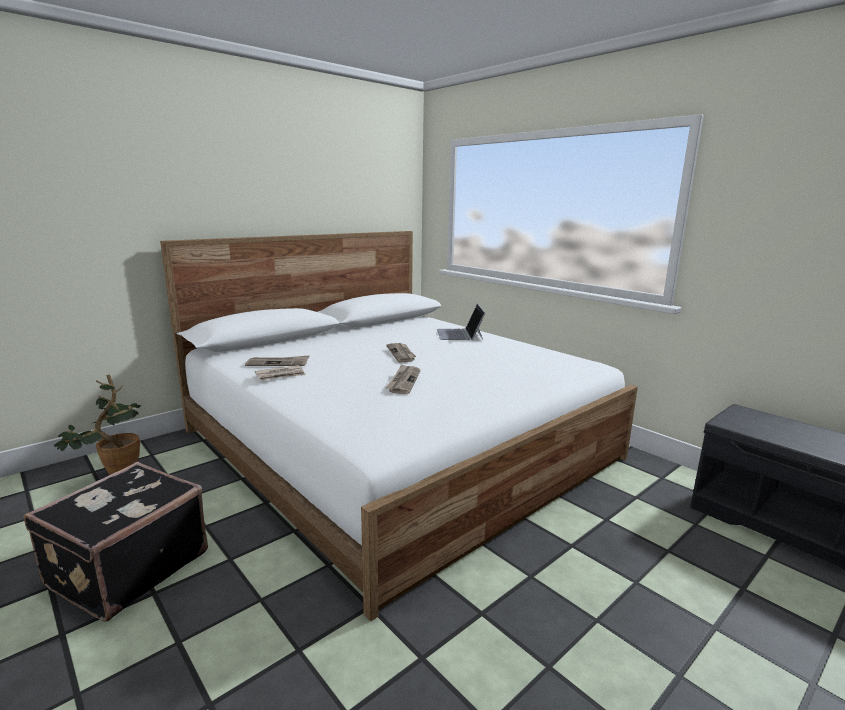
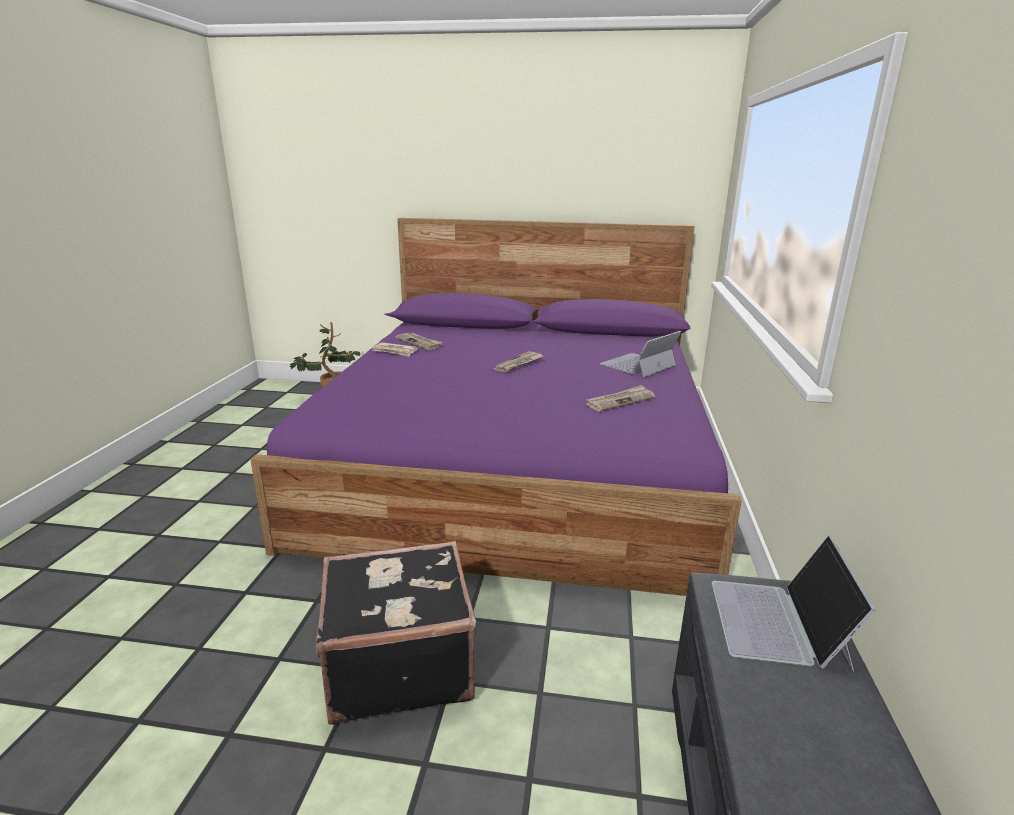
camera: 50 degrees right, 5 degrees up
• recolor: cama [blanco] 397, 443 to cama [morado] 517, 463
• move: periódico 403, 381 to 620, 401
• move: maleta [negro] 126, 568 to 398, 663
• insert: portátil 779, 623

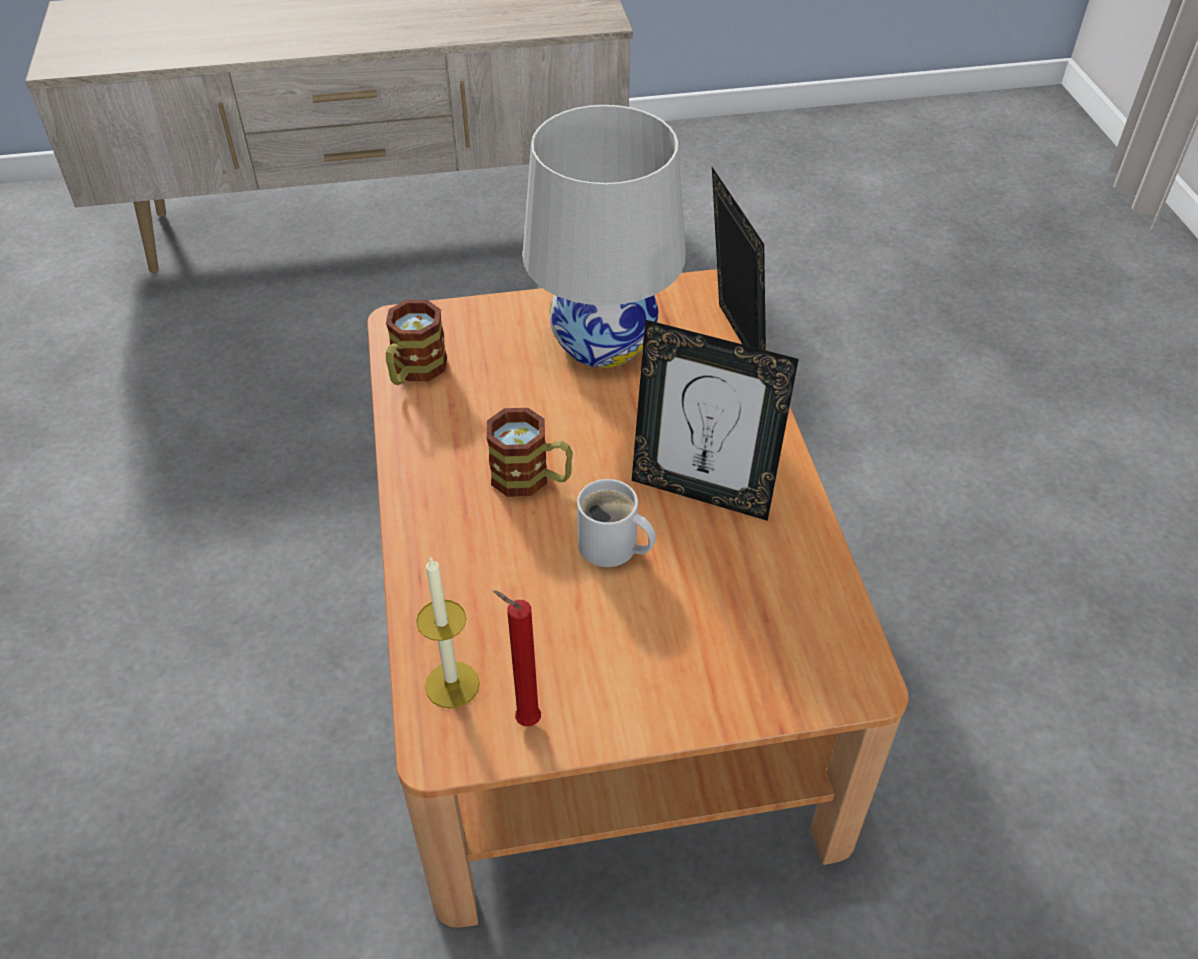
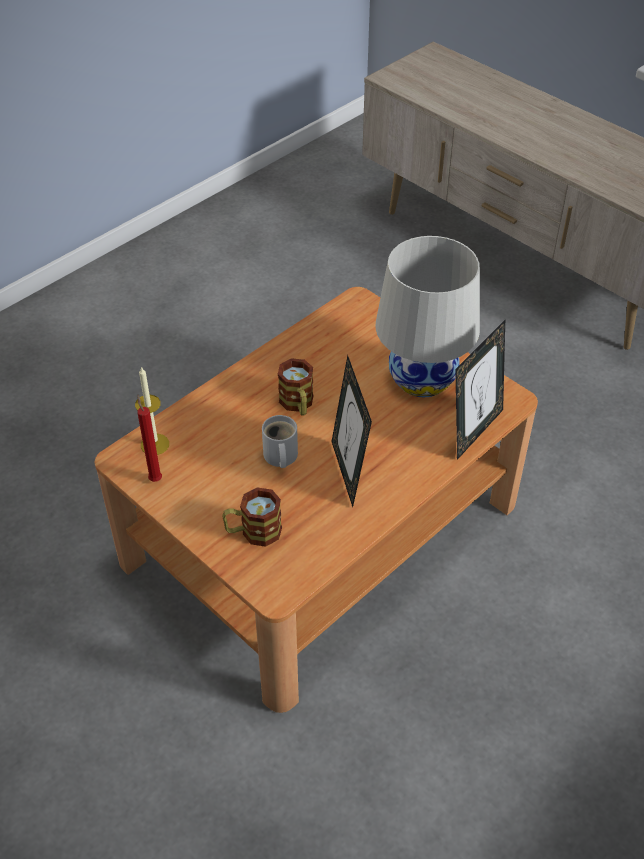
camera: 55 degrees right, 0 degrees up
• move: taza grande 414, 371 to 253, 532

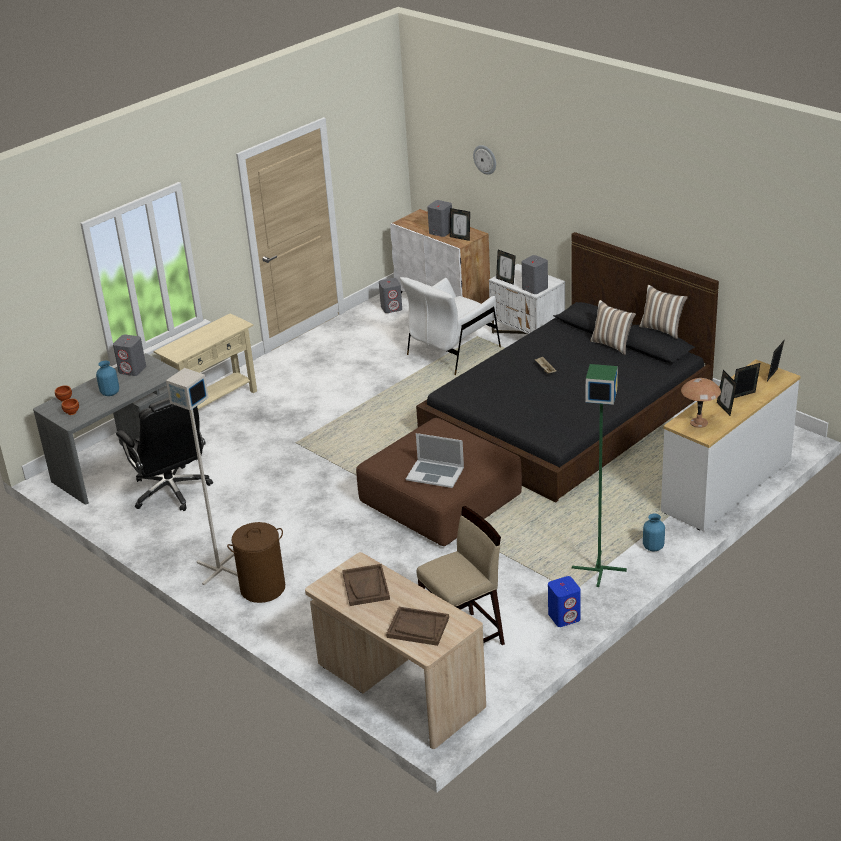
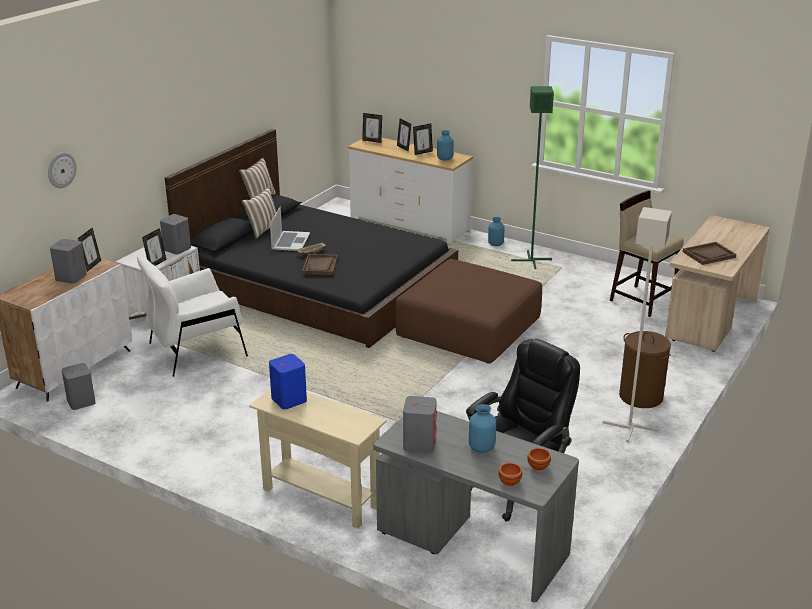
camera: 105 degrees left, 5 degrees down
• rotate: sillón [blanco] 453, 351 = 196, 350 120 degrees clockwise
• replace: lámpara de mesa [marrón] 698, 422 to florero [azul] 444, 159
• move: portátil 435, 473 to 290, 241
• move: altavoz [azul] 564, 616 to 288, 399
• move: bandeja [marrón] 417, 627 to 320, 266

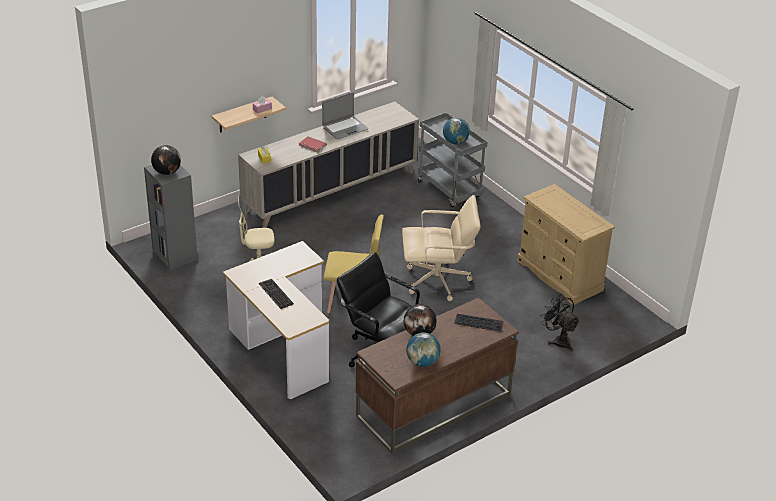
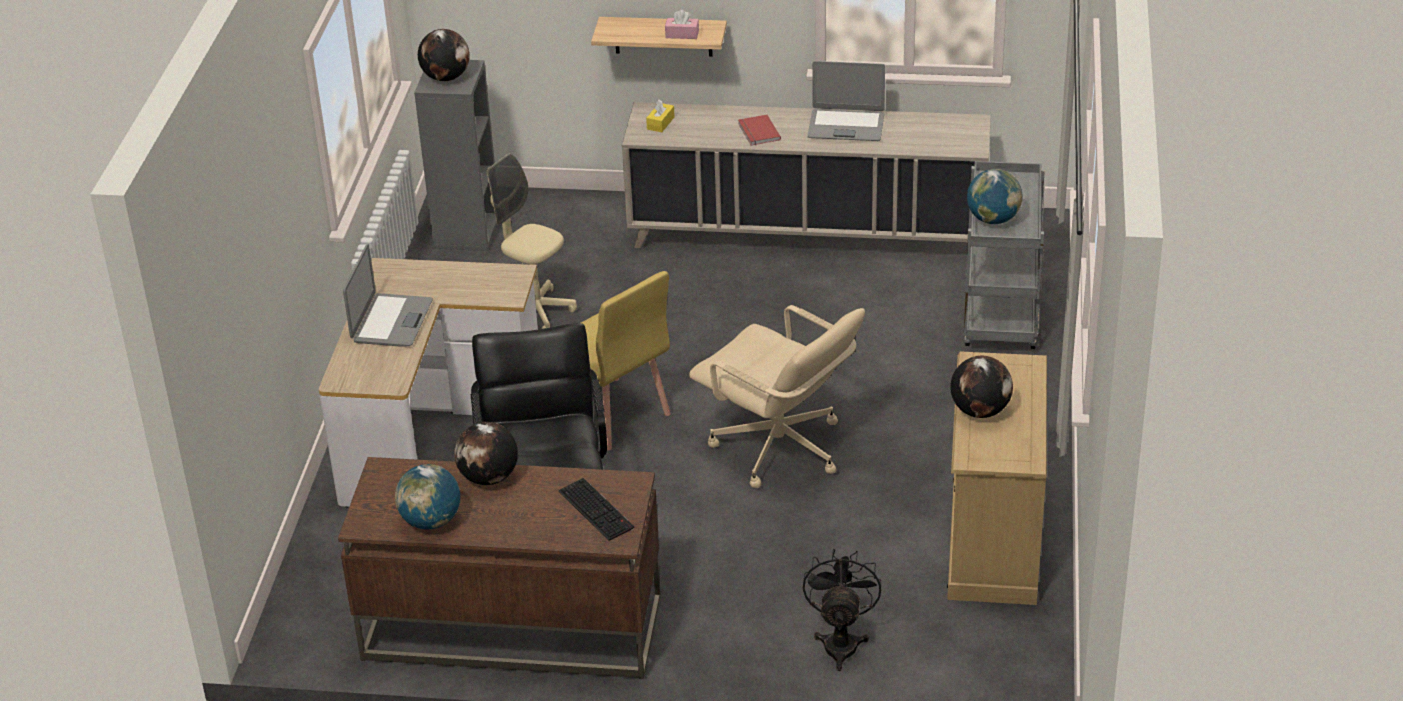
camera: 45 degrees right, 0 degrees up
• replace: teclado 275, 294 to portátil 391, 321
• insert: globo terráqueo 980, 411

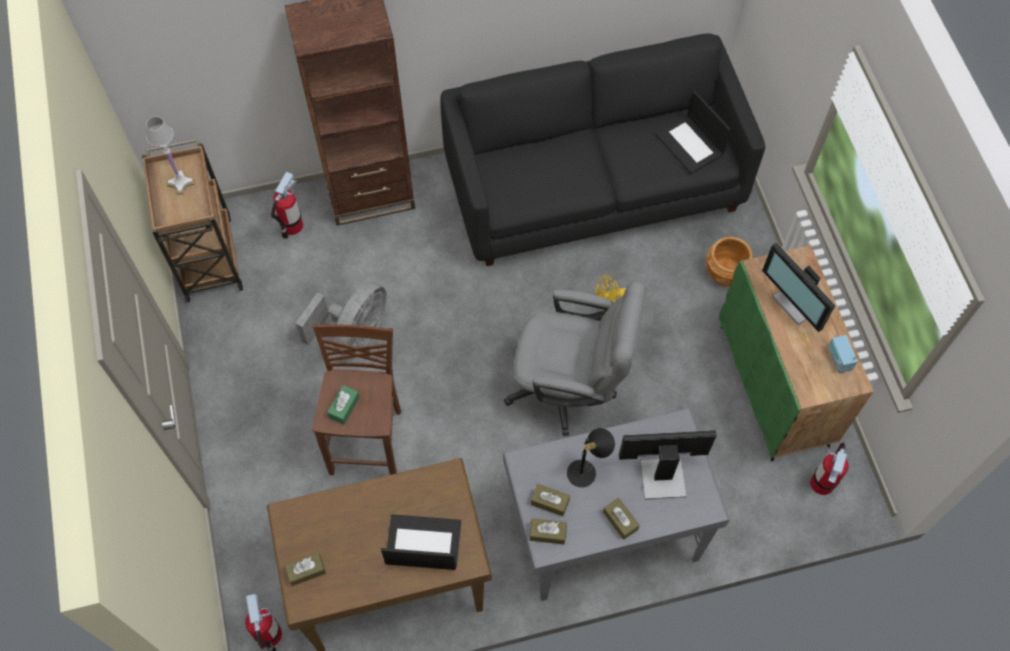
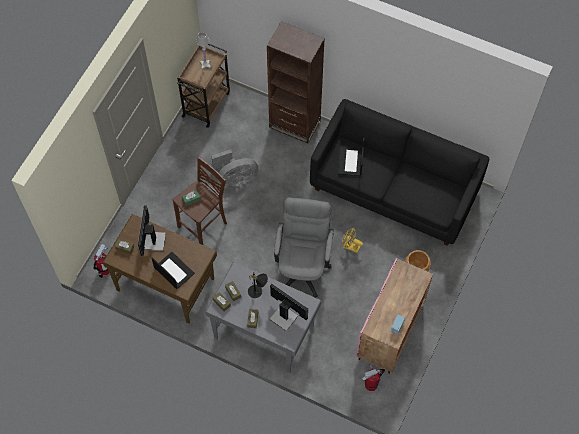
camera: 40 degrees right, 0 degrees up
• move: portátil 690, 144 to 351, 162
• delete: extintor 292, 226
• move: monitor 798, 302 to 153, 241
• recolor: armario [verde] 775, 386 to armario [rosa] 390, 331
• rotate: silla de oficina [gris] 570, 387 = 303, 266 135 degrees counterclockwise

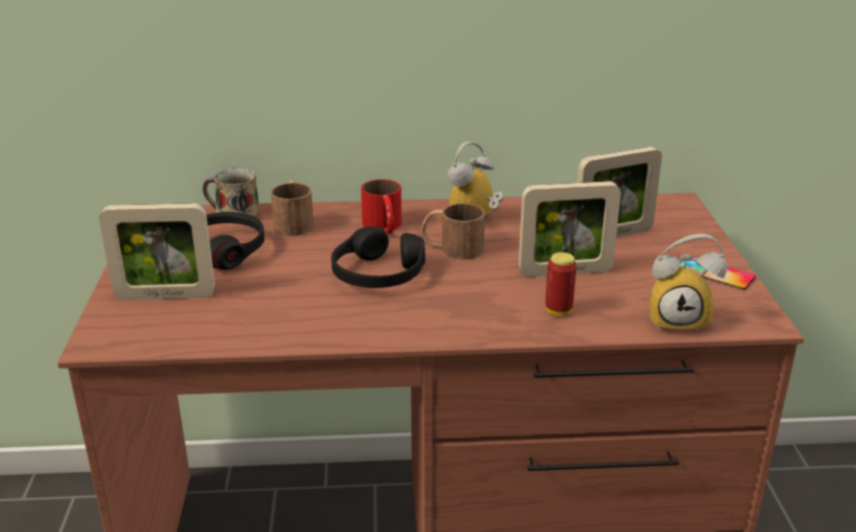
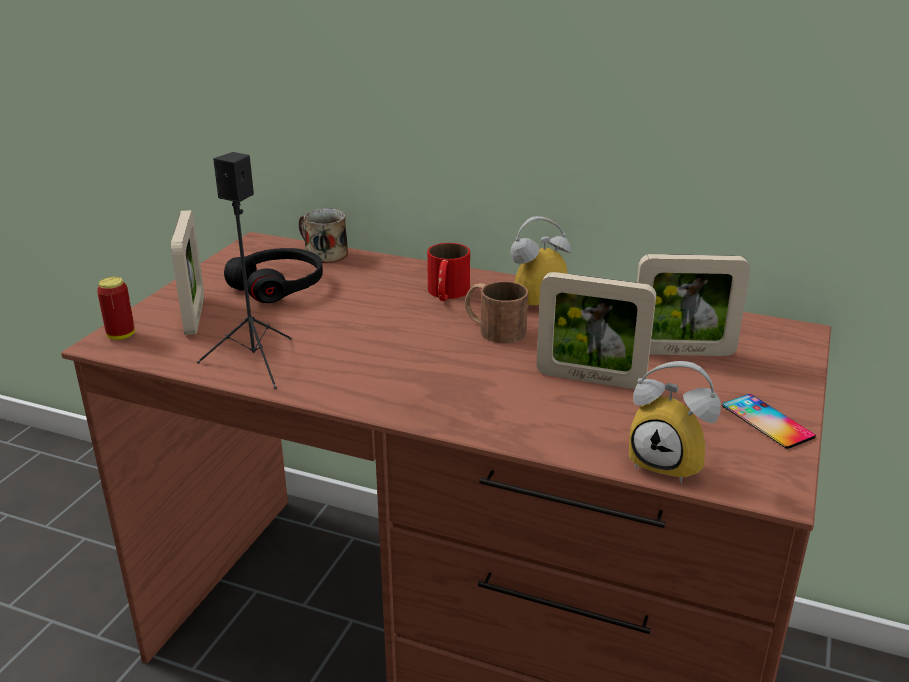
camera: 25 degrees right, 0 degrees up
• delete: taza grande [marrón] 294, 222
• rotate: portarretratos 165, 296 = 195, 315 120 degrees counterclockwise
• delete: auriculares [negro] 378, 274
• move: lata 558, 310 to 121, 335
• insert: altavoz [negro] 256, 362

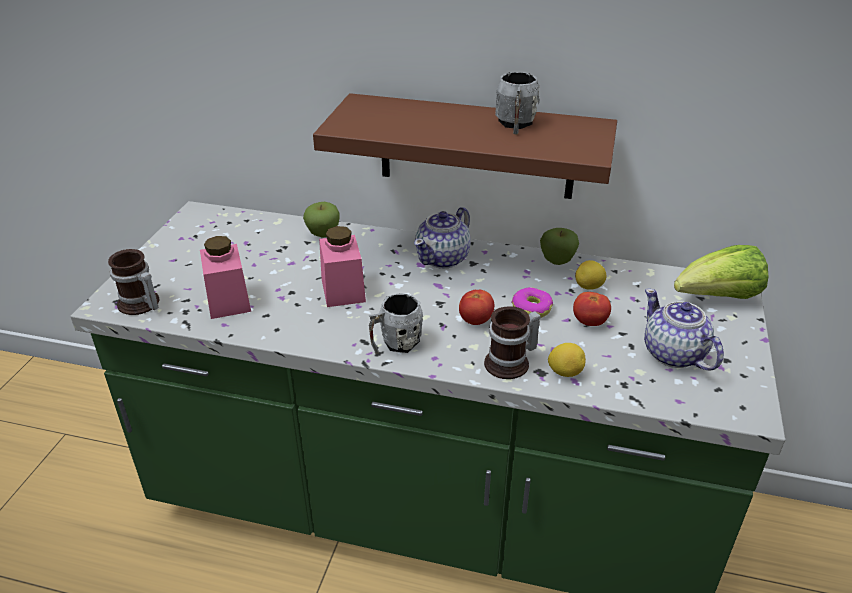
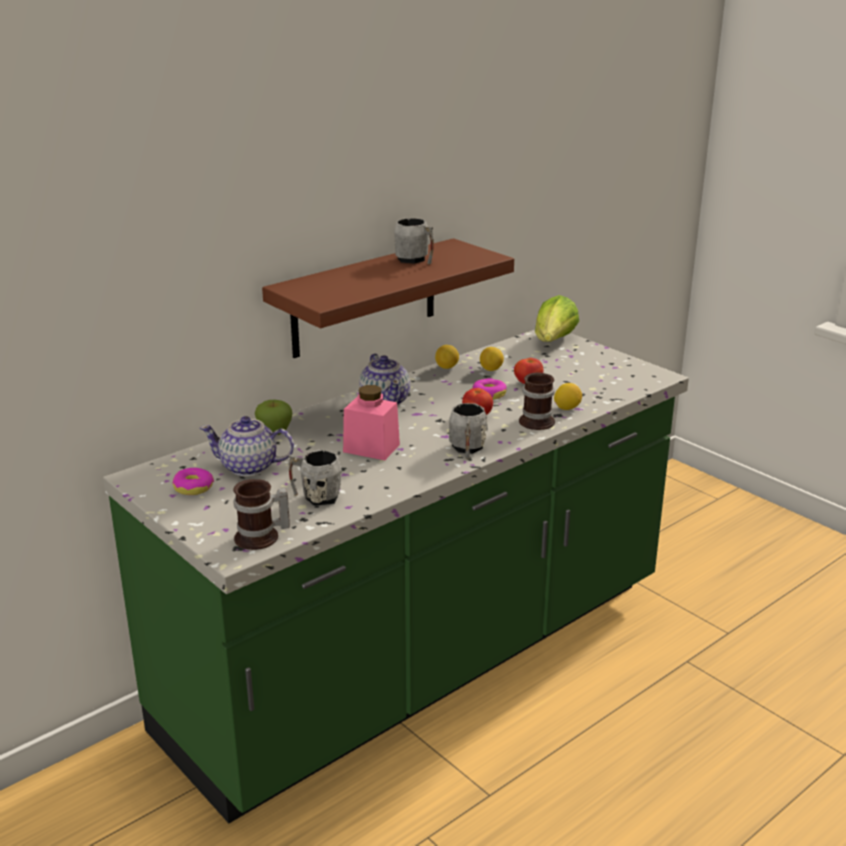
camera: 55 degrees left, 10 degrees down
• replace: manzana 557, 261 to limón 447, 368
• replace: tarro [rosa] 228, 301 to taza grande [gris] 316, 497
• move: tetera 673, 354 to 249, 467
• insert: rosquilla 193, 487

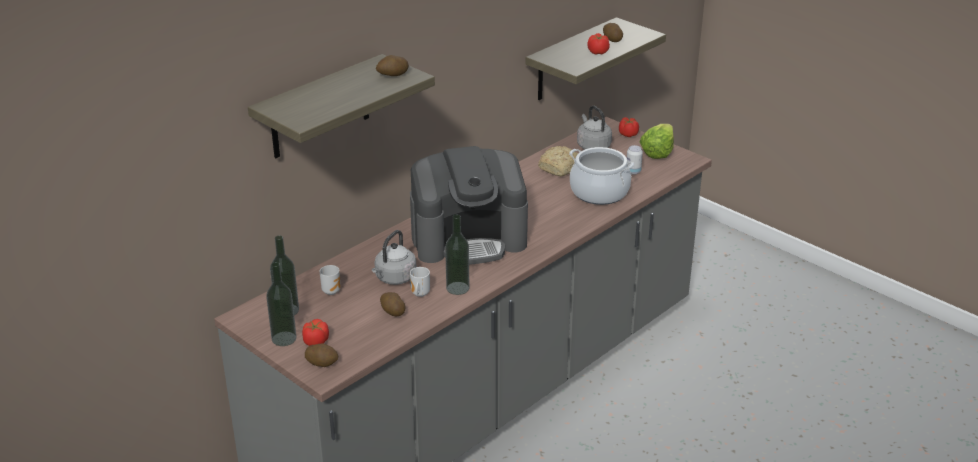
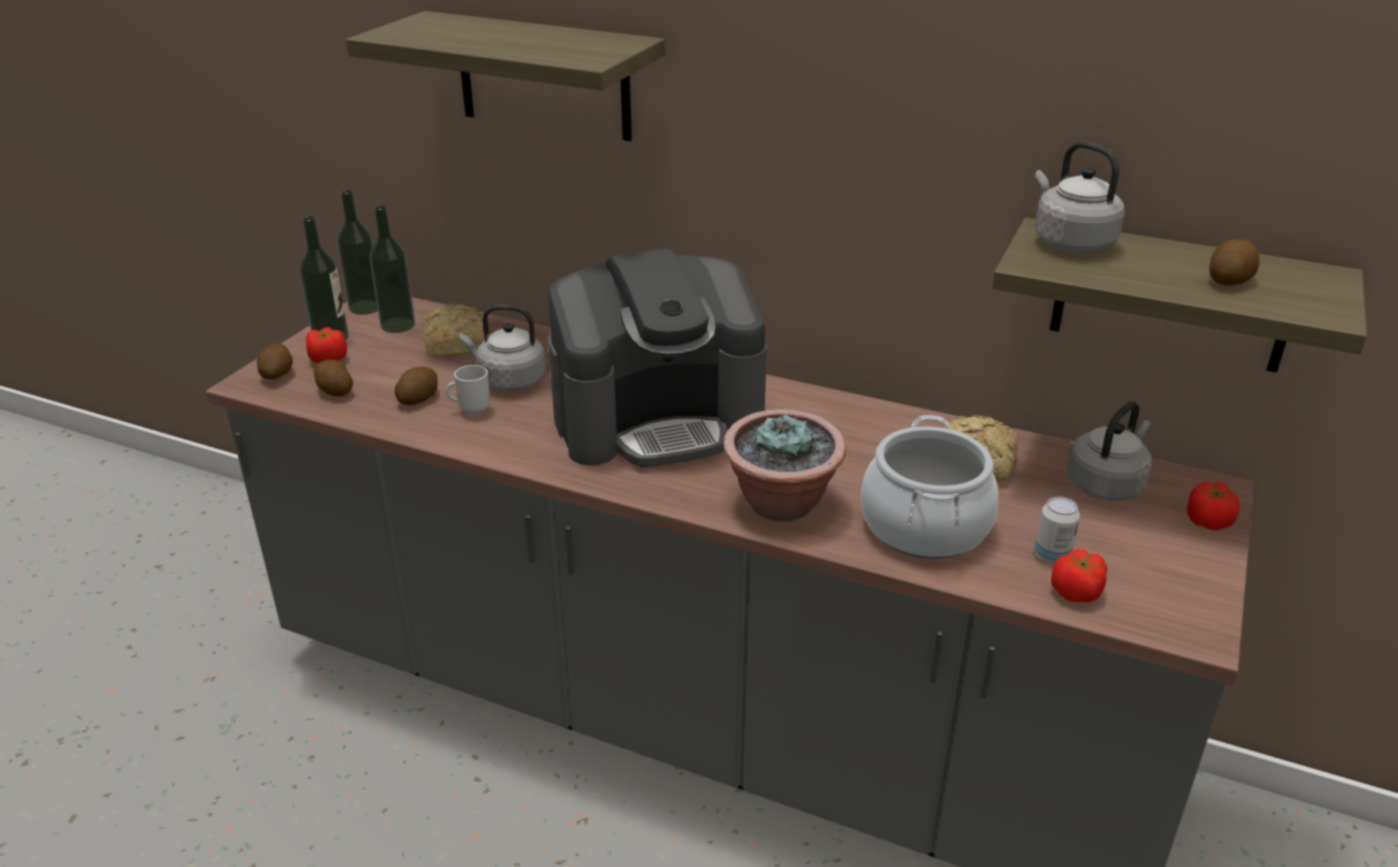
camera: 70 degrees right, 0 degrees up
• move: tomate 598, 52 to 1076, 592
• move: patata 392, 75 to 335, 391
• delete: lechuga 657, 151
• rotate: cafetera 469, 239 = 658, 419 75 degrees counterclockwise
• move: botella 457, 288 to 365, 307
• replace: taza grande 331, 291 to pan 457, 343
• insert: hervidor [gris] 1070, 242
• insert: planta en maceta 782, 504

